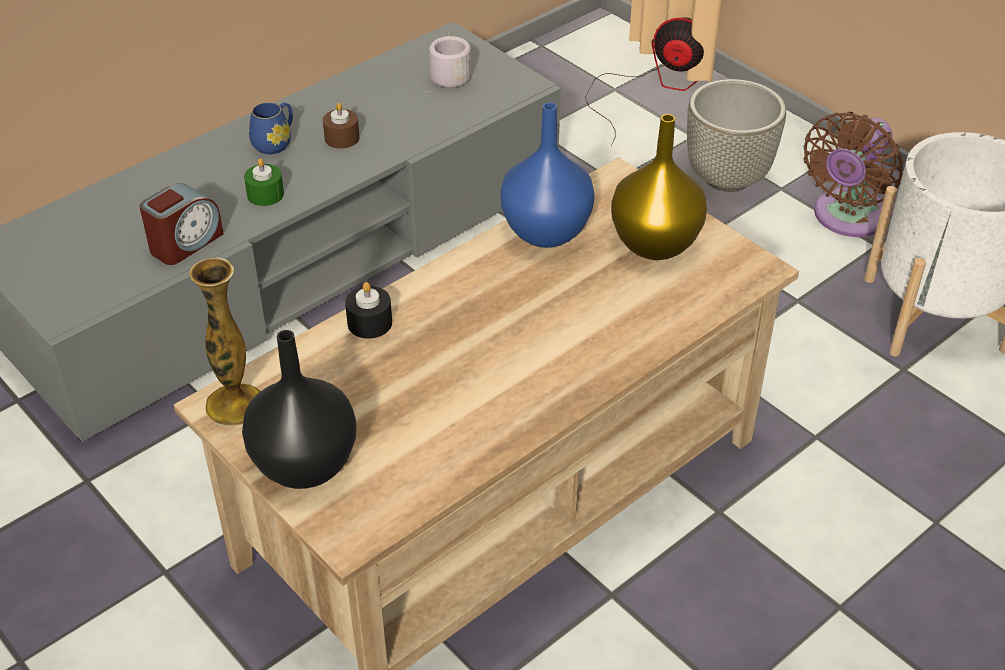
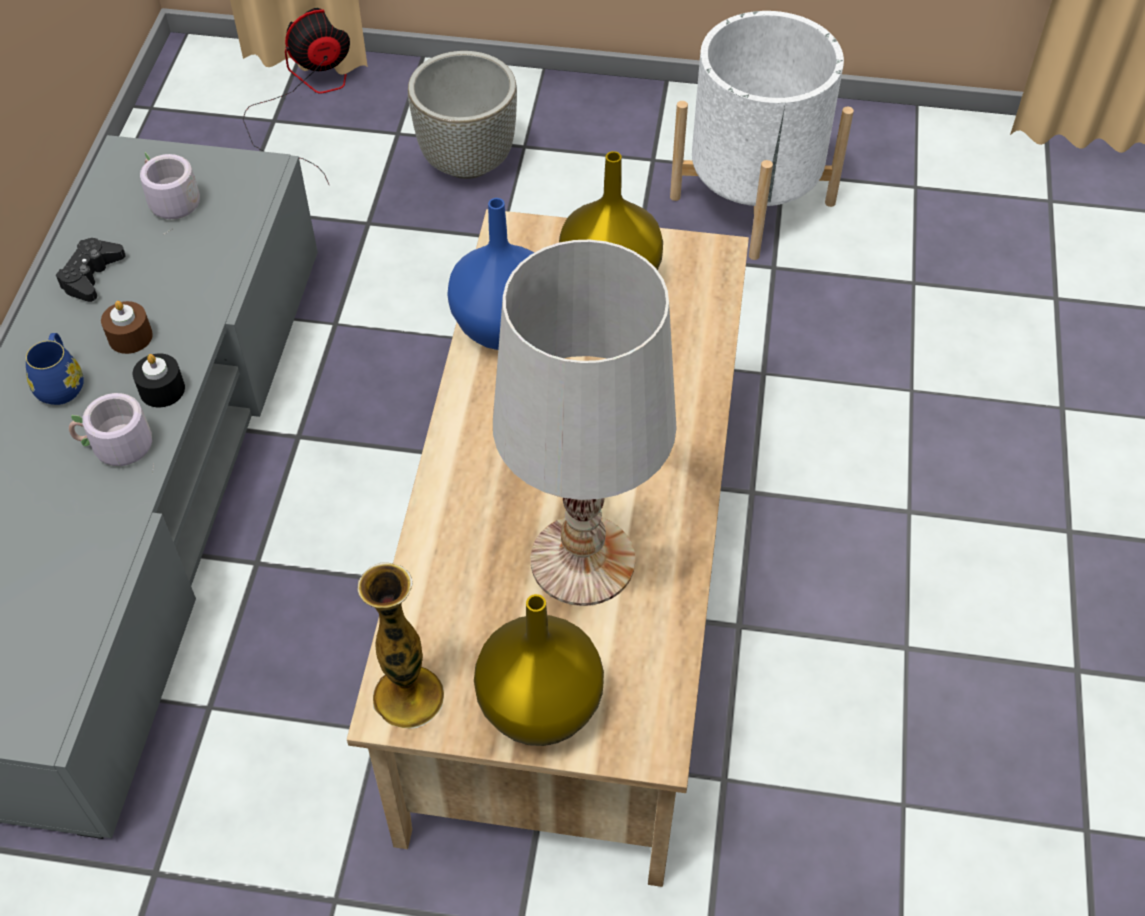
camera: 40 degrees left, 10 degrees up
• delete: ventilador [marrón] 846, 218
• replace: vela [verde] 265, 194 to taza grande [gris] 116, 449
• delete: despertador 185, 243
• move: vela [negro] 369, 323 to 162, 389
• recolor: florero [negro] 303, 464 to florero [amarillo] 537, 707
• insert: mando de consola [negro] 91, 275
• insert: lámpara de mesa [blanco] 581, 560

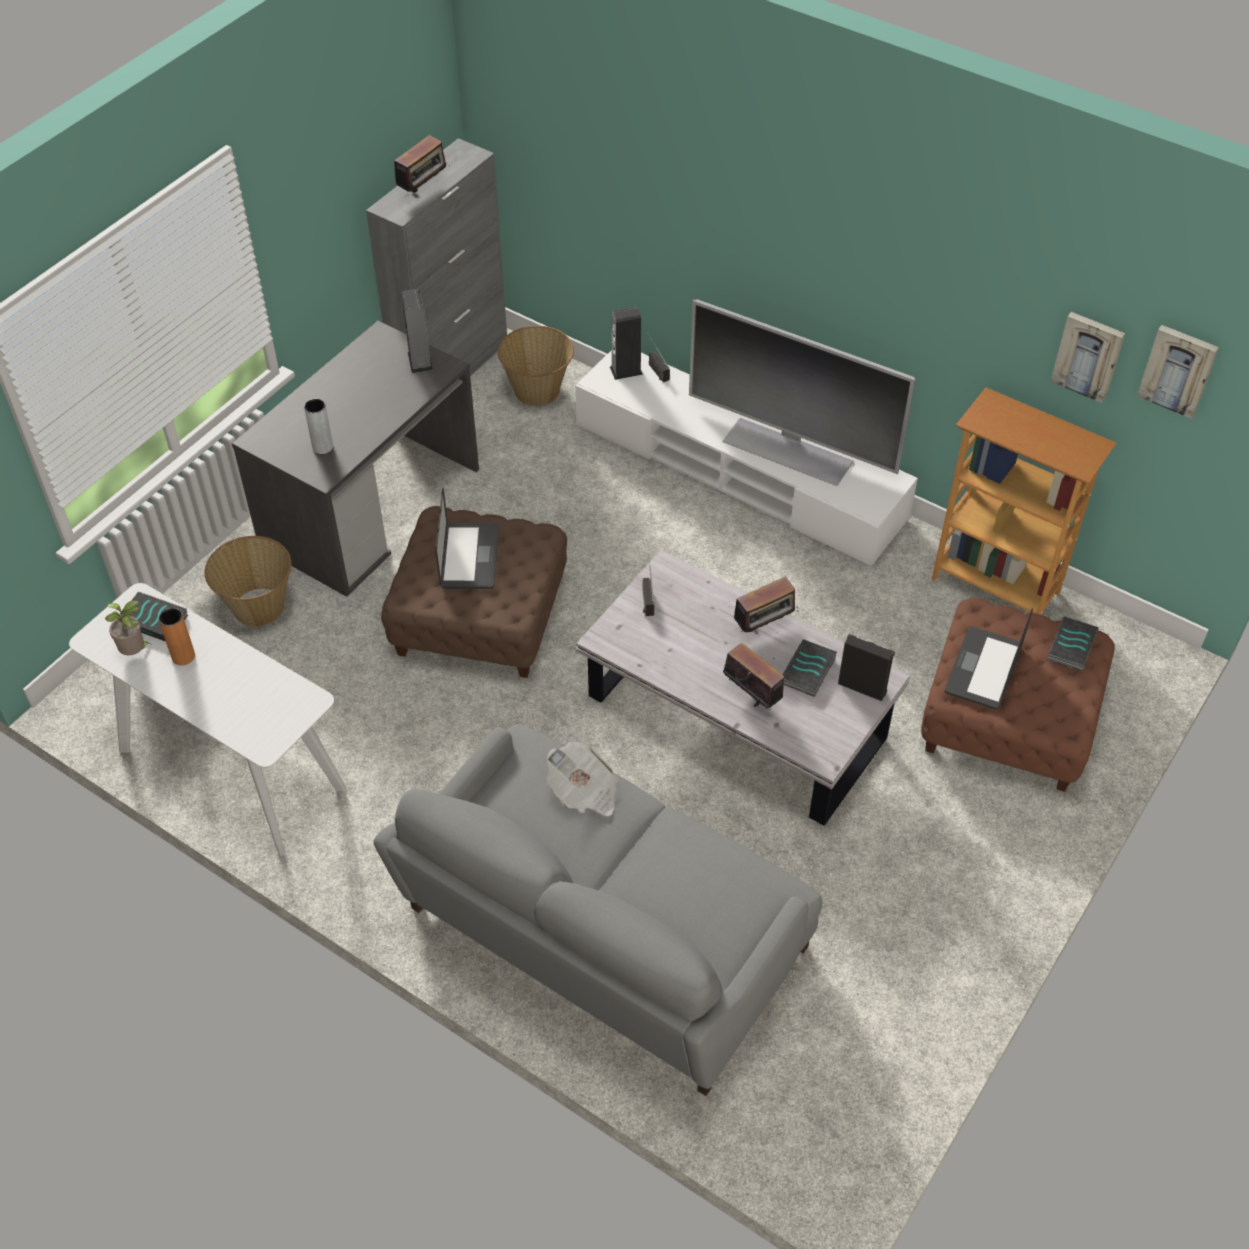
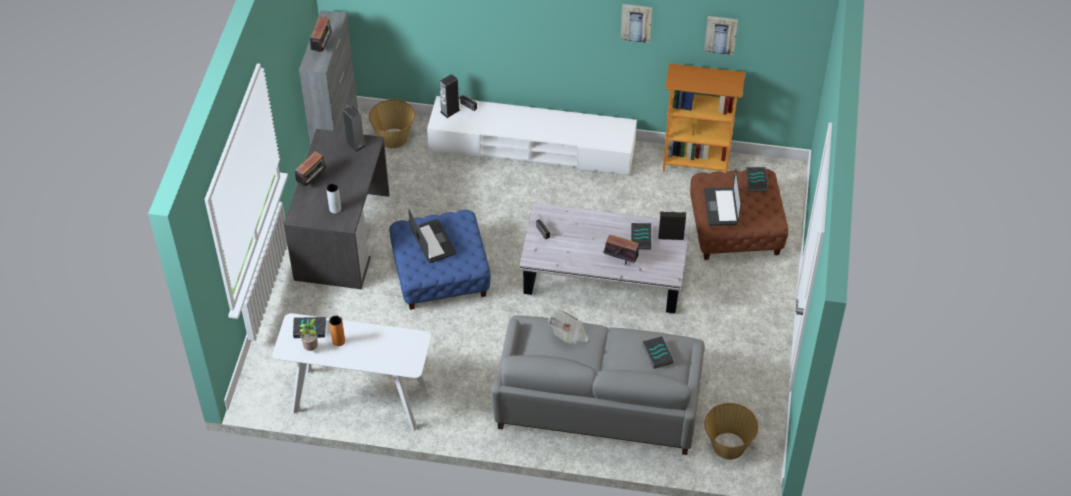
camera: 25 degrees left, 0 degrees up
• delete: televisor 788, 450
• move: cuadro 1178, 369 to 636, 22
• recolor: puf [marrón] 479, 616 to puf [azul] 440, 273
• move: cesta 258, 606 to 728, 445
• move: radio 764, 626 to 312, 180
• insert: libro 656, 354

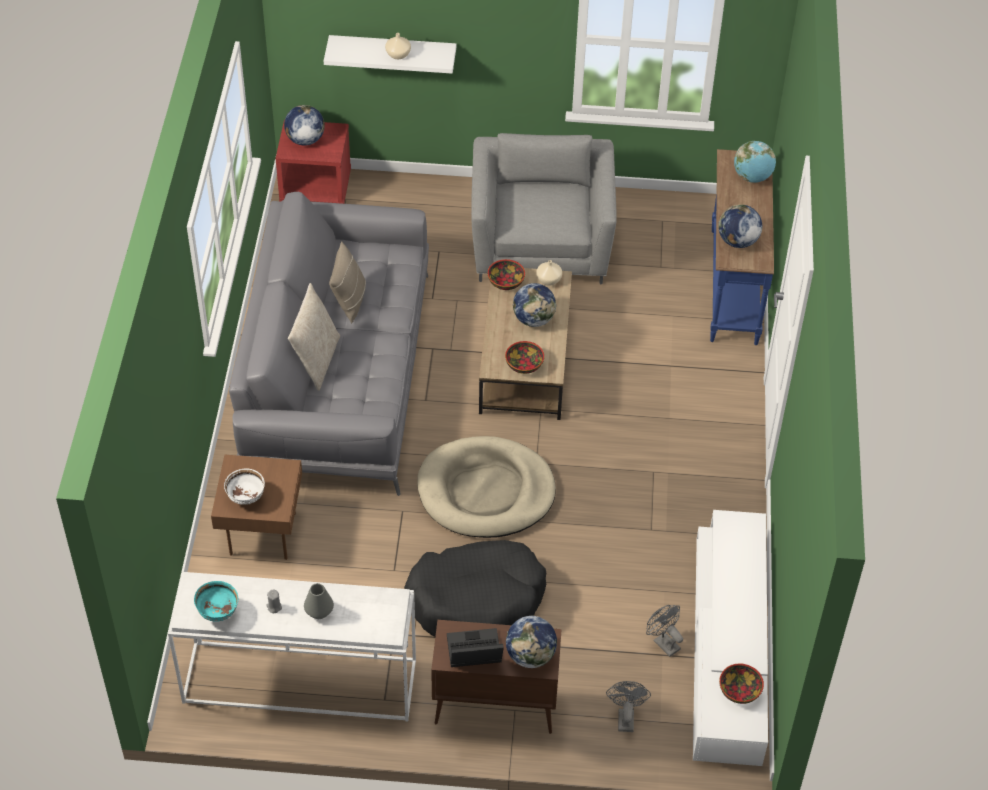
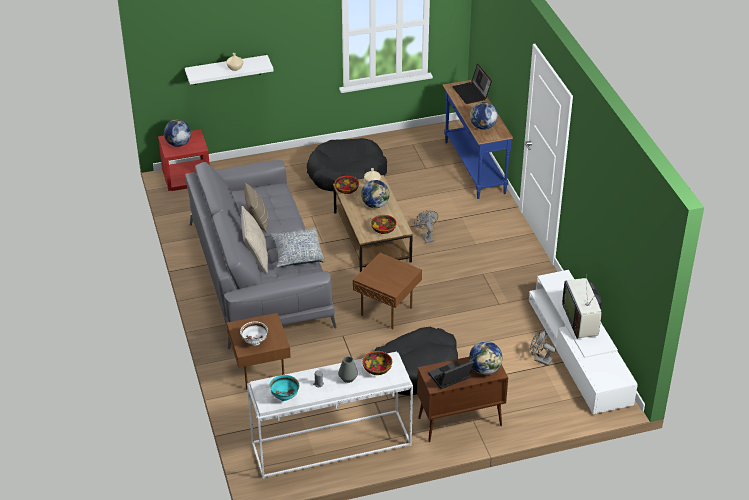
camera: 20 degrees left, 10 degrees down
• replace: sillón [gris] 541, 245 to cama para perro [negro] 346, 174
• replace: globo terráqueo 752, 177 to portátil 472, 93
• replace: cama para perro [beis] 486, 491 to mesa auxiliar [marrón] 388, 311
• move: cuenco 739, 691 to 377, 369
• move: ventilador [gris] 625, 717 to 426, 236
• insert: cojín 297, 254
• insert: televisor 582, 321

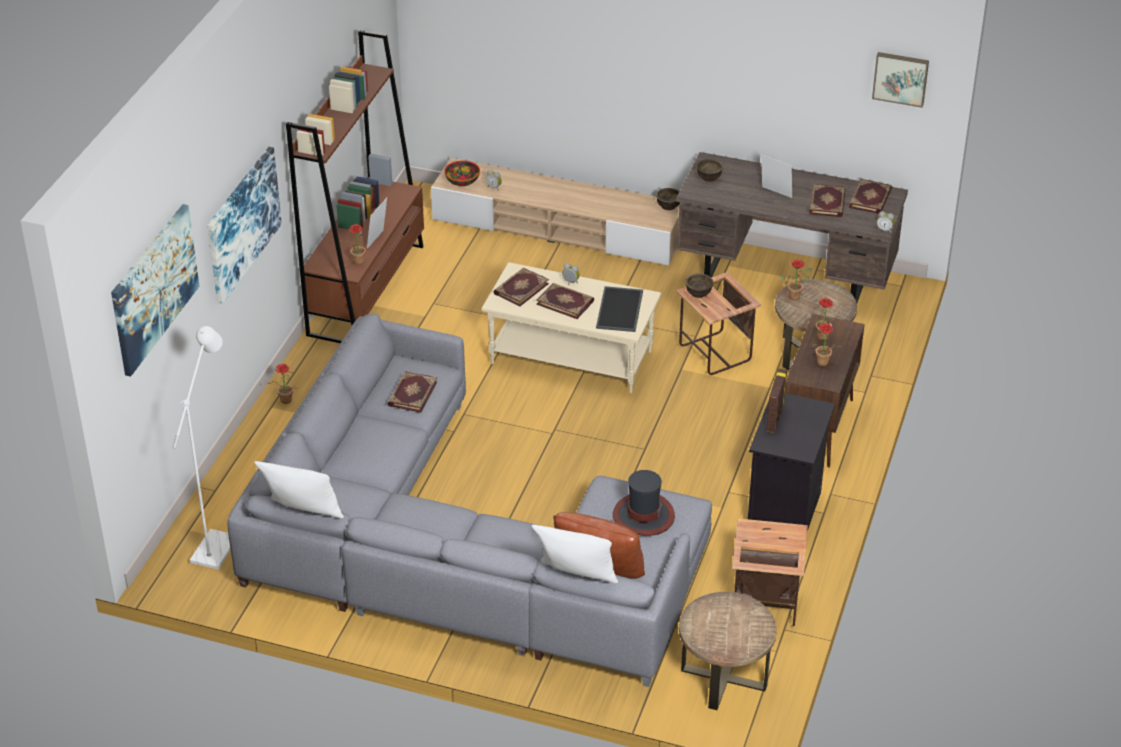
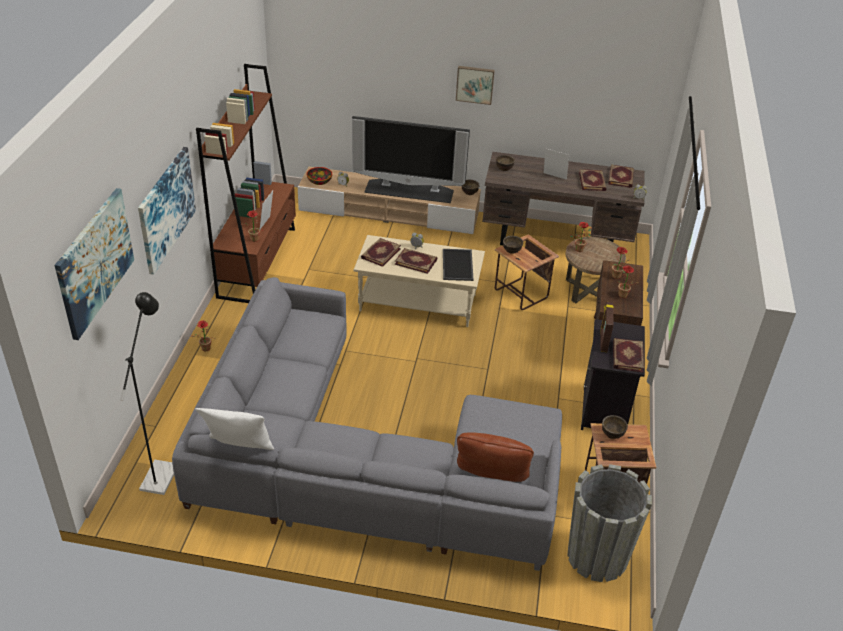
camera: 10 degrees left, 0 degrees up
• move: cuadro 900, 78 to 475, 84
• recolor: lámpara de pie [blanco] 218, 543 to lámpara de pie [negro] 162, 471
• move: libro 411, 393 to 627, 356
• delete: sombrero 643, 515
• delete: cojín [blanco] 575, 580
• replace: mesa auxiliar [marrón] 724, 678 to maceta [gris] 597, 556
• insert: televisor 409, 190
• insert: cuenco [marrón] 612, 433

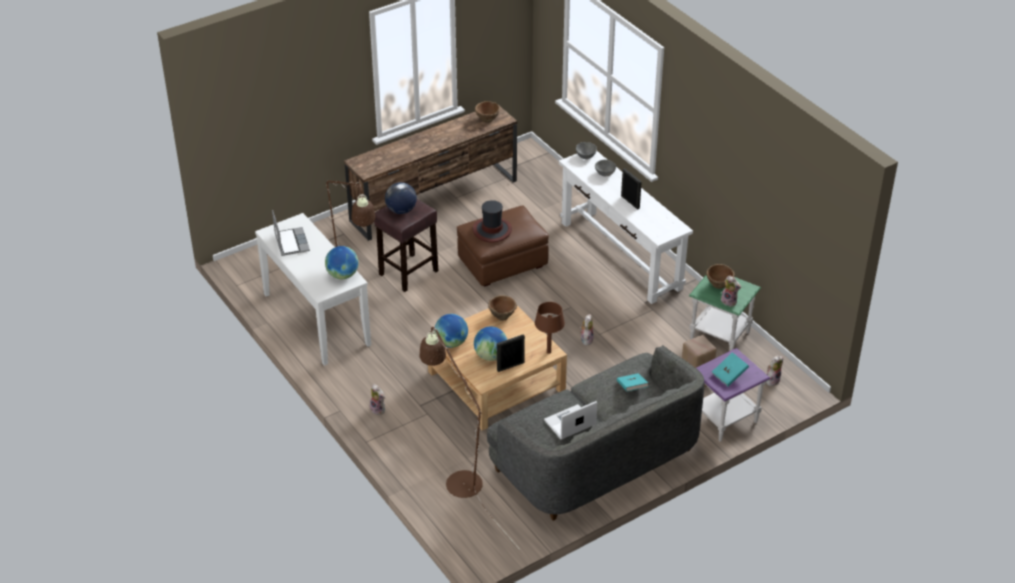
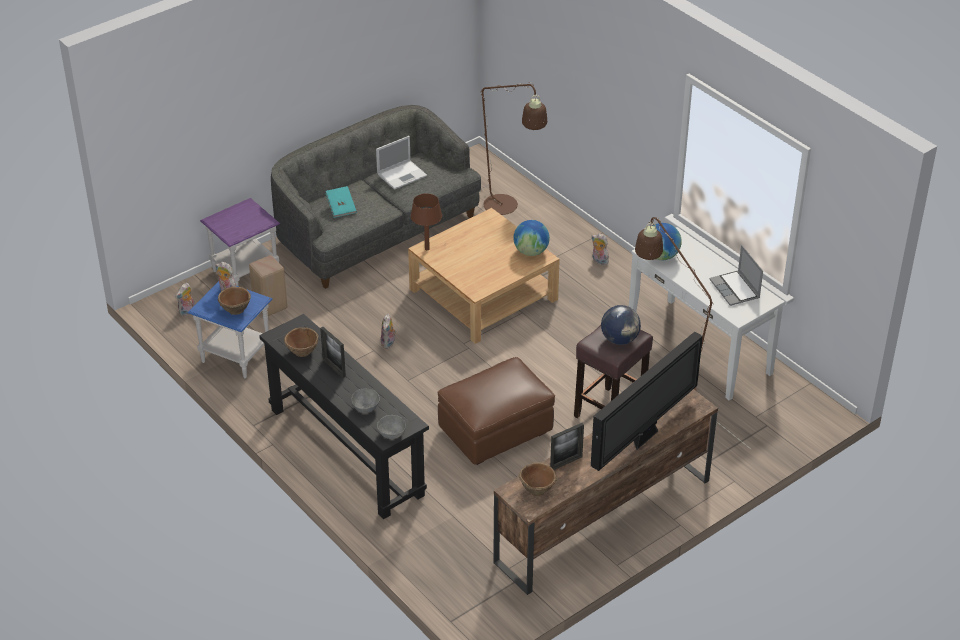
camera: 175 degrees right, 0 degrees up
• recolor: mesa consola [blanco] 620, 255 to mesa consola [negro] 346, 451
• delete: sombrero 492, 230
• recolor: mesa auxiliar [verde] 719, 335 to mesa auxiliar [azul] 237, 356
• move: cuenco [marrón] 502, 315 to 302, 352
• delete: globo terráqueo 491, 356
• move: portarretratos 510, 366 to 566, 462
• delete: libro [turquesa] 729, 375
• insert: televisor 645, 437

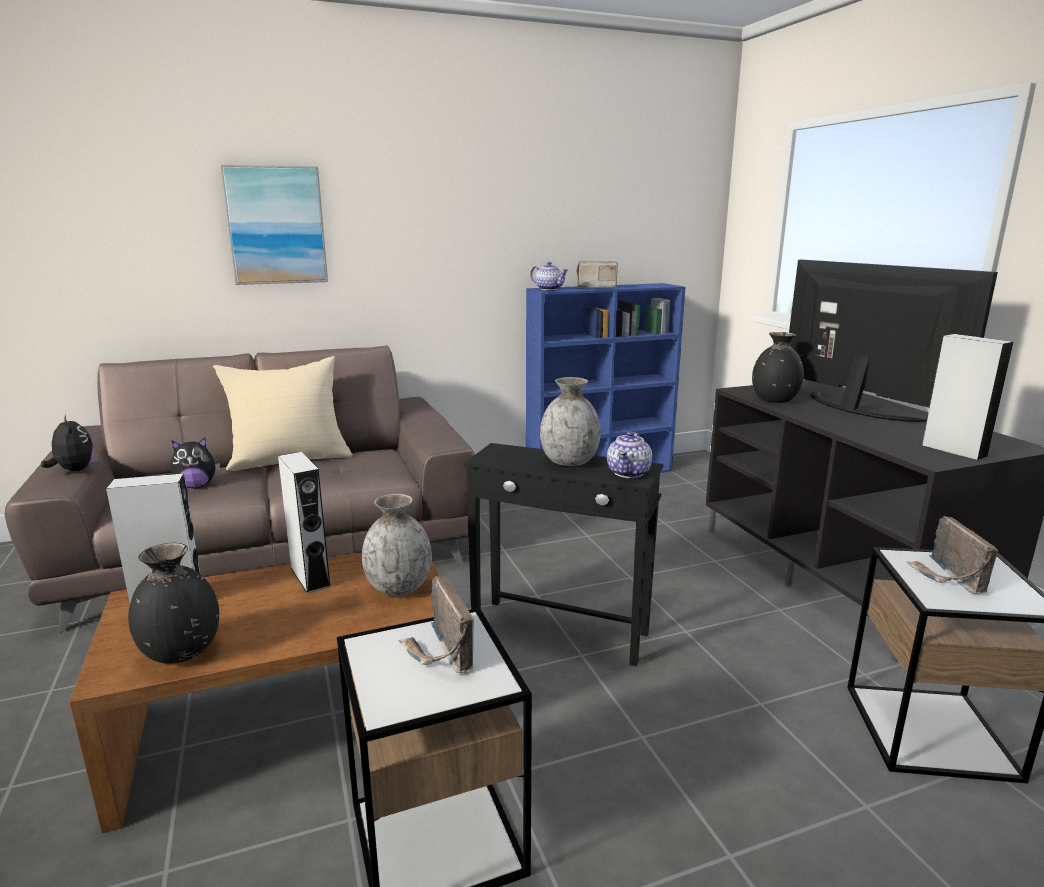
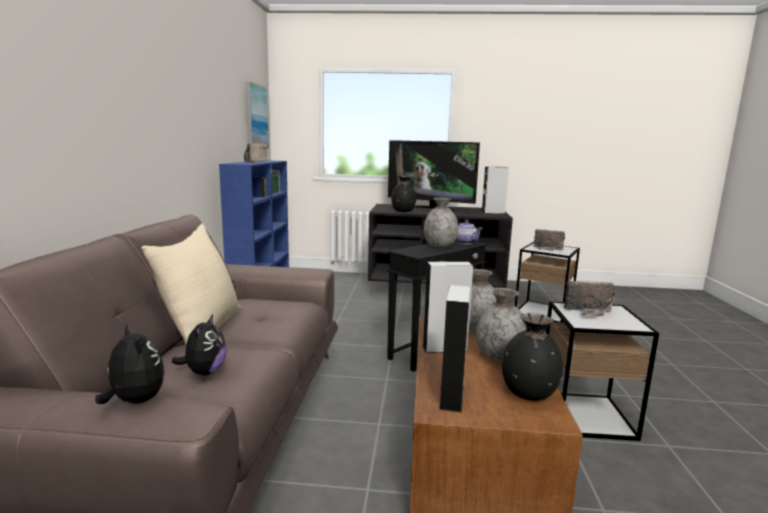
camera: 65 degrees left, 5 degrees down
• move: cuadro 276, 225 to 255, 117
• rotate: televisor 857, 409 = 431, 209 150 degrees counterclockwise
• delete: tetera 549, 289
• rotate: peluche 74, 470 = 135, 401 60 degrees clockwise
• insert: florero [gris] 498, 356

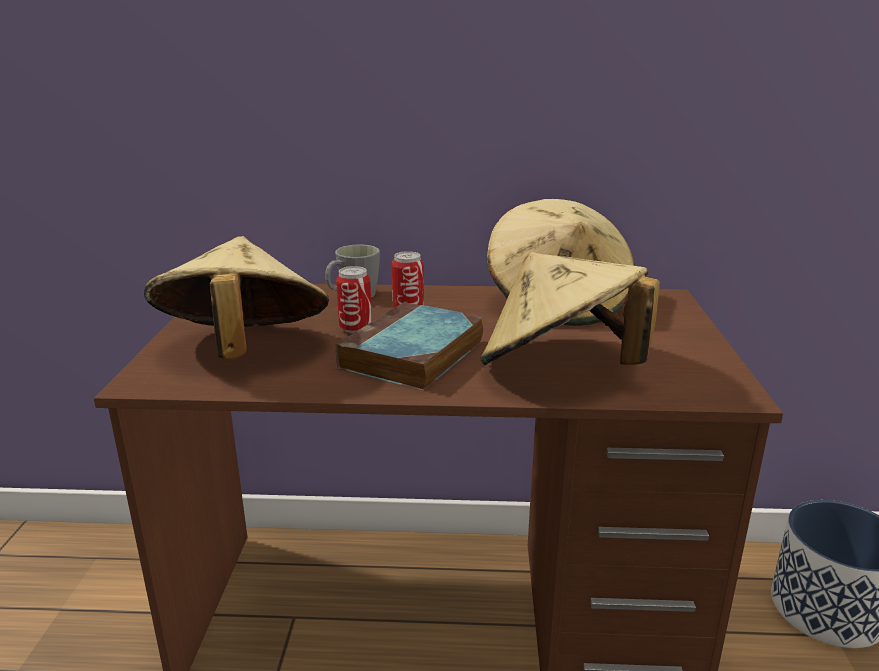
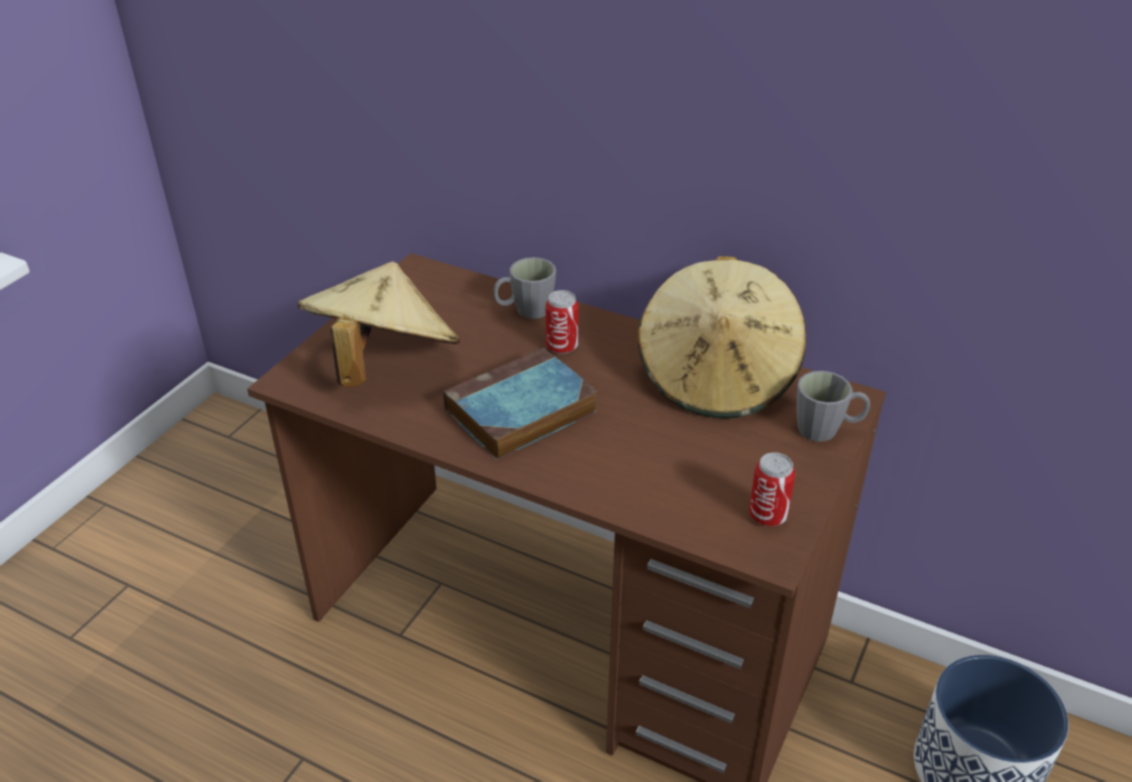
camera: 25 degrees right, 15 degrees up
• delete: sombrero [beis] 559, 369
• move: lata 355, 328 to 767, 516
• insert: taza grande [gris] 827, 430

